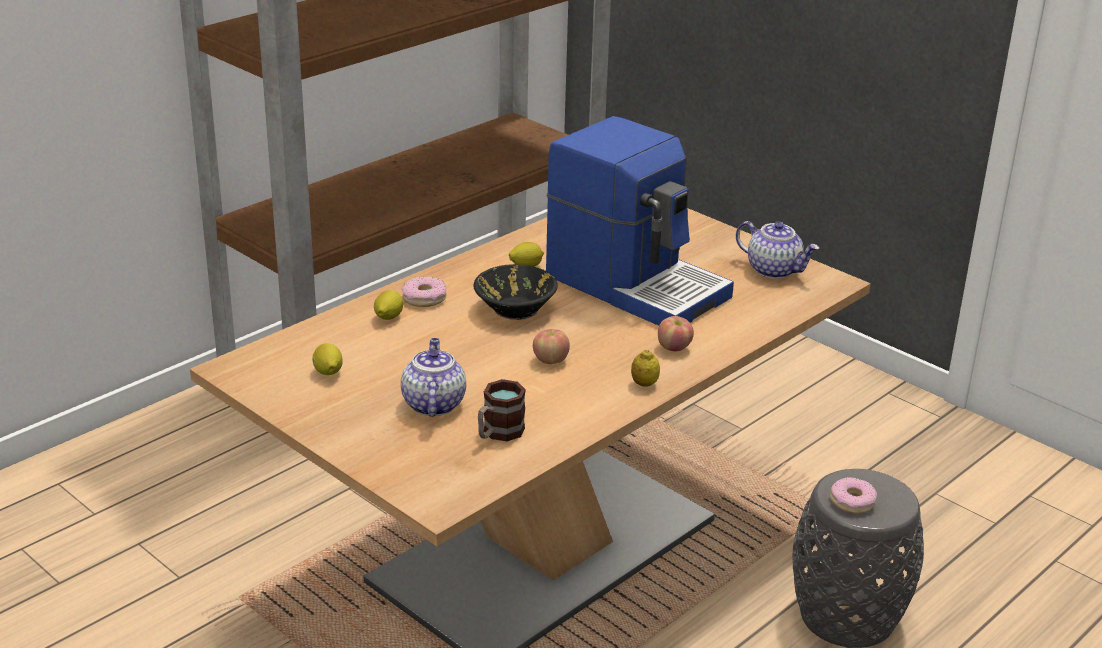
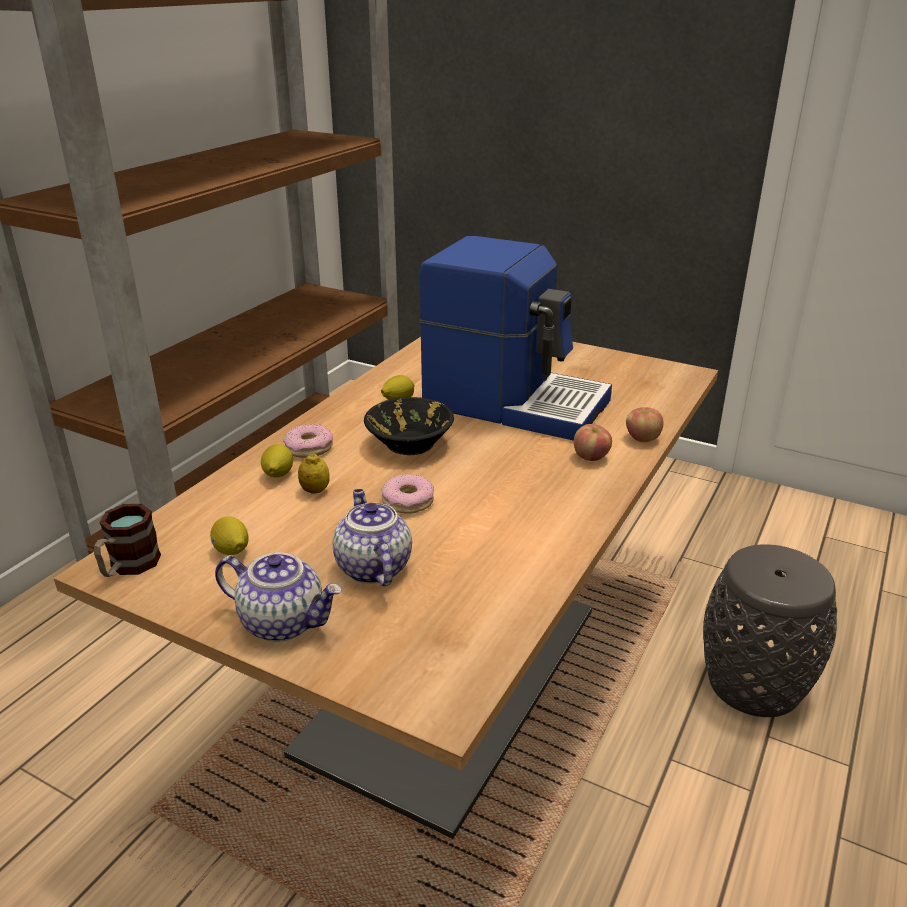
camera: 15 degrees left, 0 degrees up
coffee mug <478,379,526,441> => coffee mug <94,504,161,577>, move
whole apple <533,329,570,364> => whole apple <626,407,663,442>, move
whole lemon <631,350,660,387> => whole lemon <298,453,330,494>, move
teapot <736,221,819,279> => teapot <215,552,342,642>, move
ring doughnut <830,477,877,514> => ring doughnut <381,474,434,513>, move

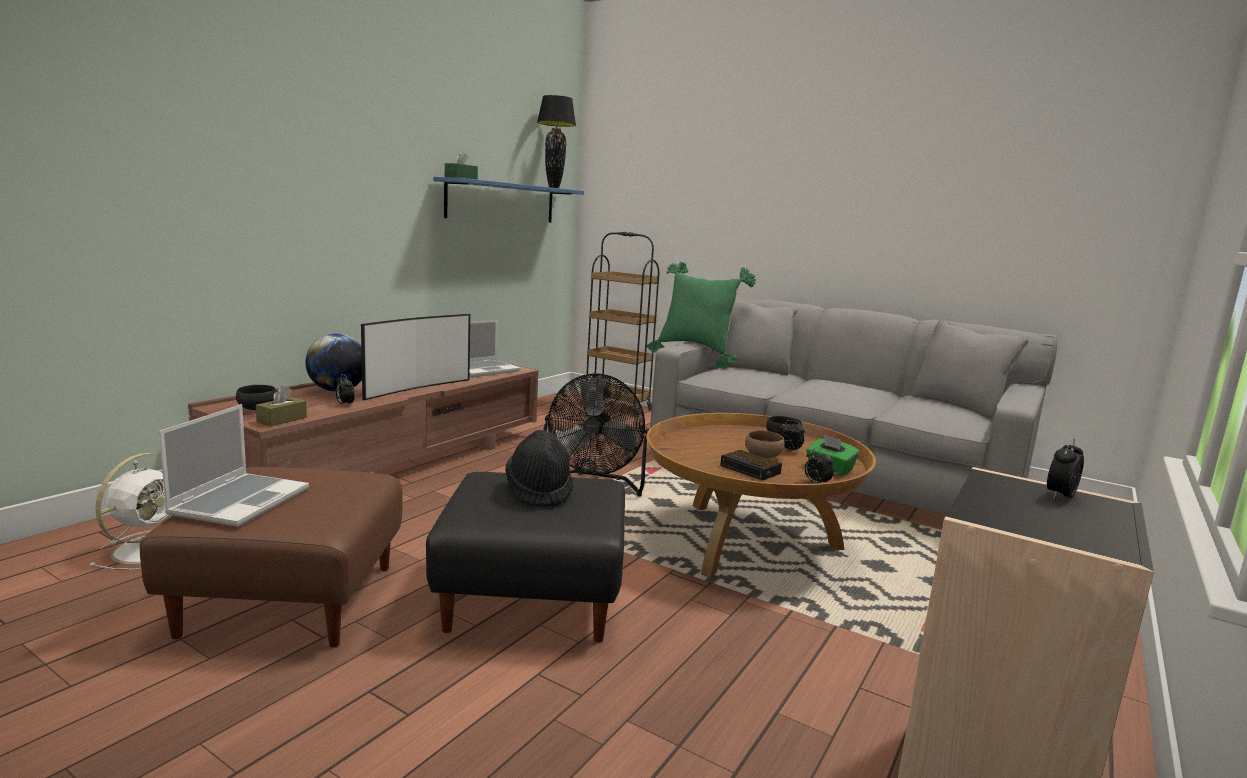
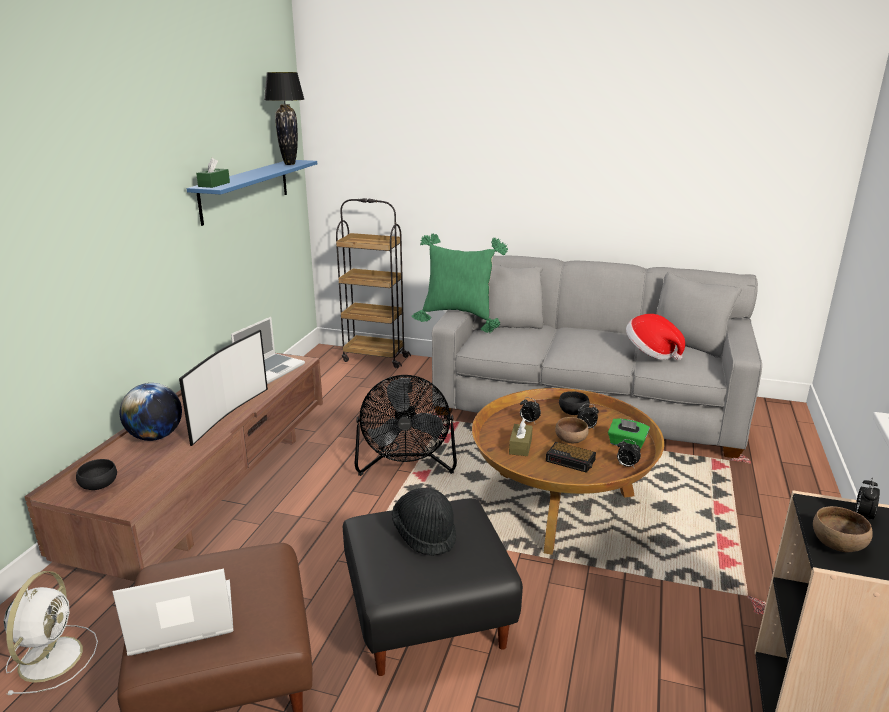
camera: 15 degrees left, 10 degrees up
nothing => clothing hat <626,314,685,360>
nothing => deep dish/brown-coloured <813,506,873,552>
box of tissues/brown-coloured <256,386,307,426> => box of tissues/brown-coloured <509,419,533,456>, move
alarm clock <335,374,355,405> => alarm clock <520,397,541,423>, move
portable computer <159,404,309,527> => portable computer <112,569,233,656>, 105 degrees counterclockwise

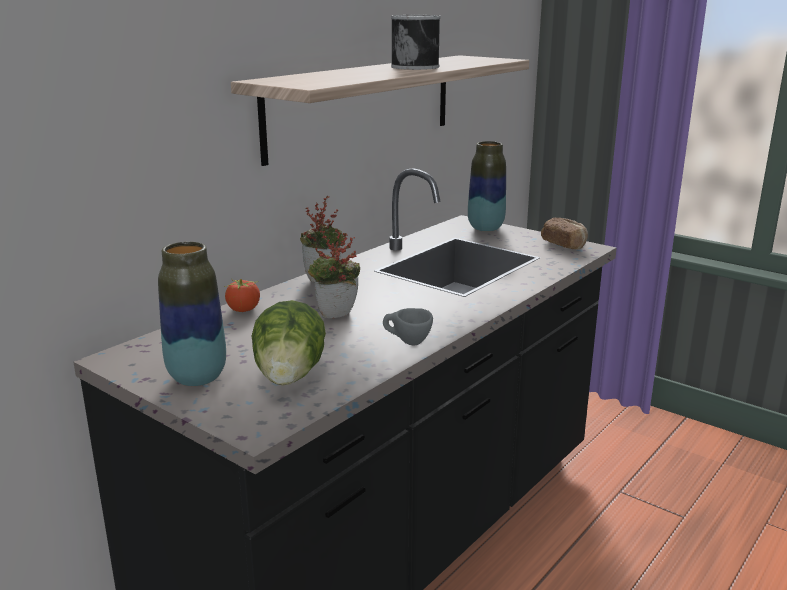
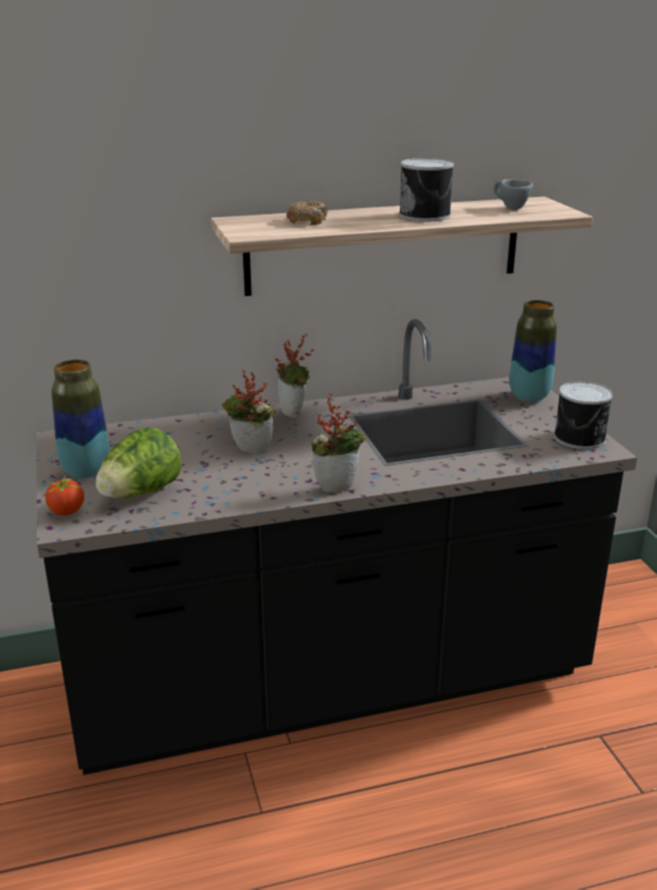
camera: 35 degrees right, 5 degrees up
nothing => ring doughnut <286,201,328,225>
nothing => plant in a pot <311,393,366,493>
tomato <225,279,260,312> => tomato <45,477,84,515>, move
drinking cup/gray <383,308,433,345> => drinking cup/gray <493,179,533,210>, move
baked bread <541,218,588,249> => metal can <554,381,613,449>

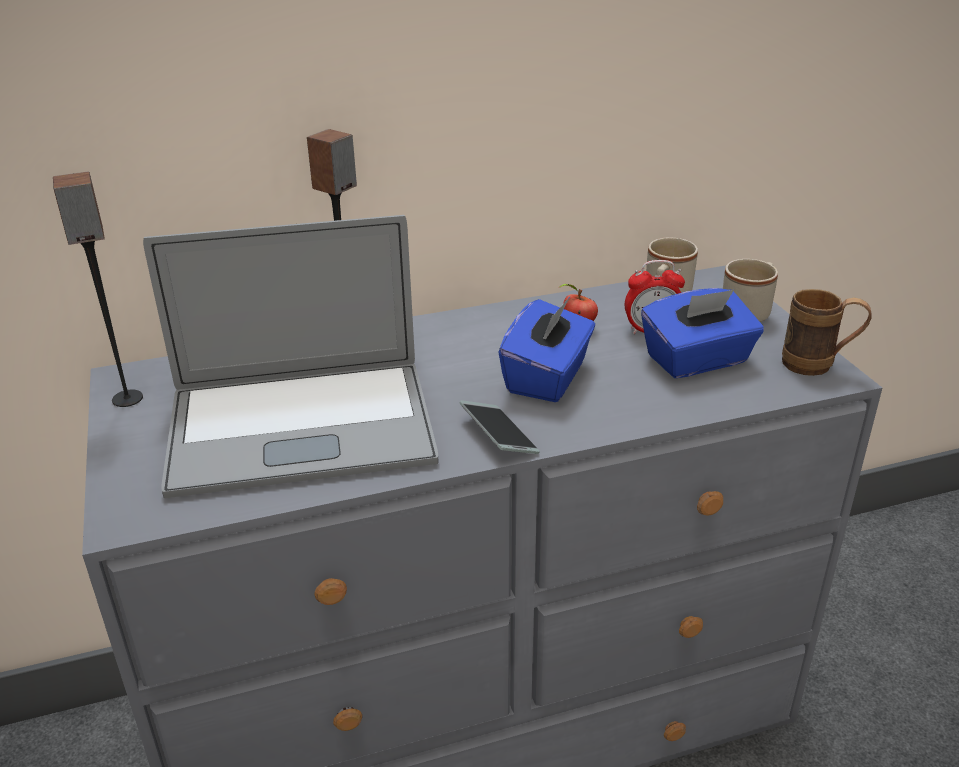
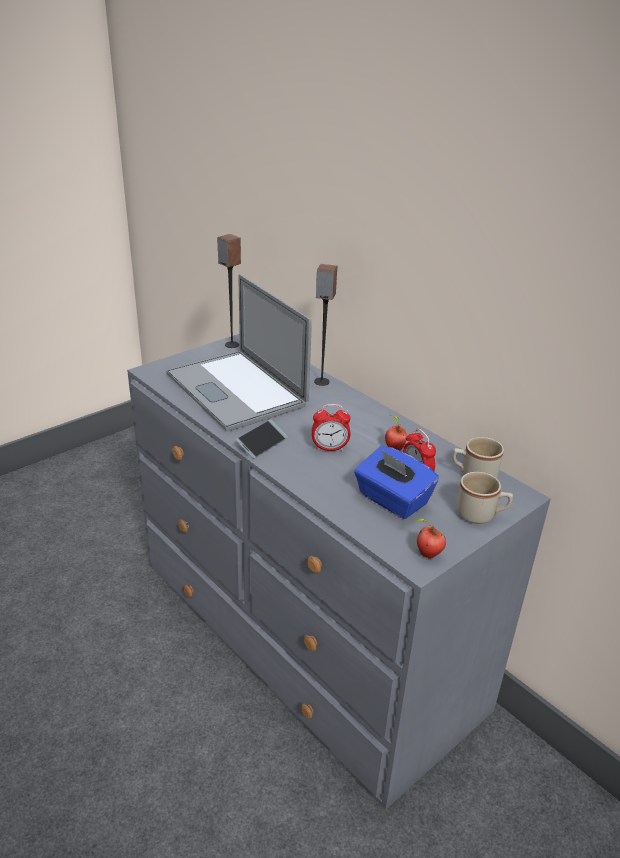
camera: 65 degrees right, 0 degrees up
box of tissues/blue-coloured <499,297,595,402> => alarm clock <312,404,351,451>
coffee mug/brown-coloured <782,289,872,376> => whole apple <415,518,446,559>

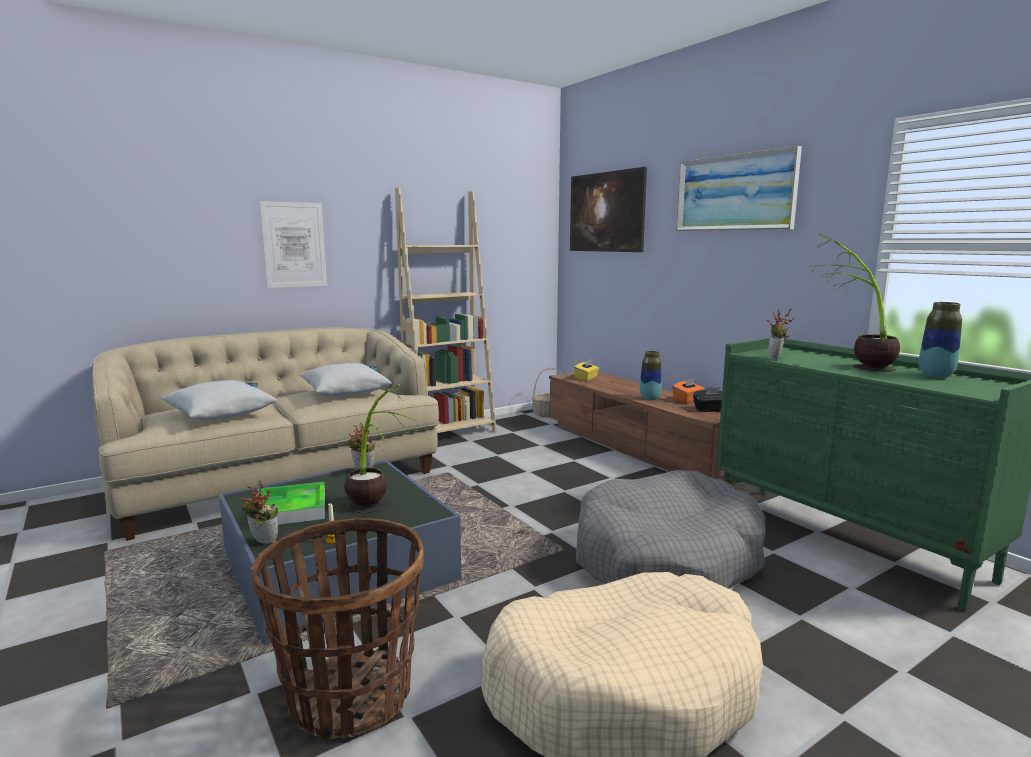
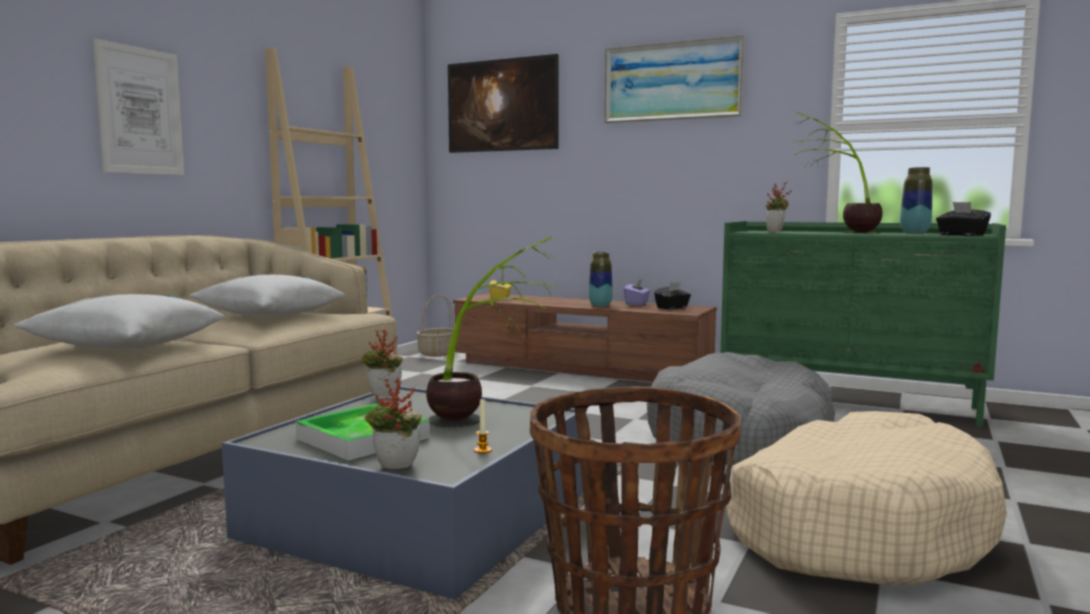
camera: 30 degrees left, 5 degrees down
nothing => box of tissues/black <936,202,991,236>
box of tissues/orangey <672,378,704,403> => box of tissues/purplish <624,279,650,306>

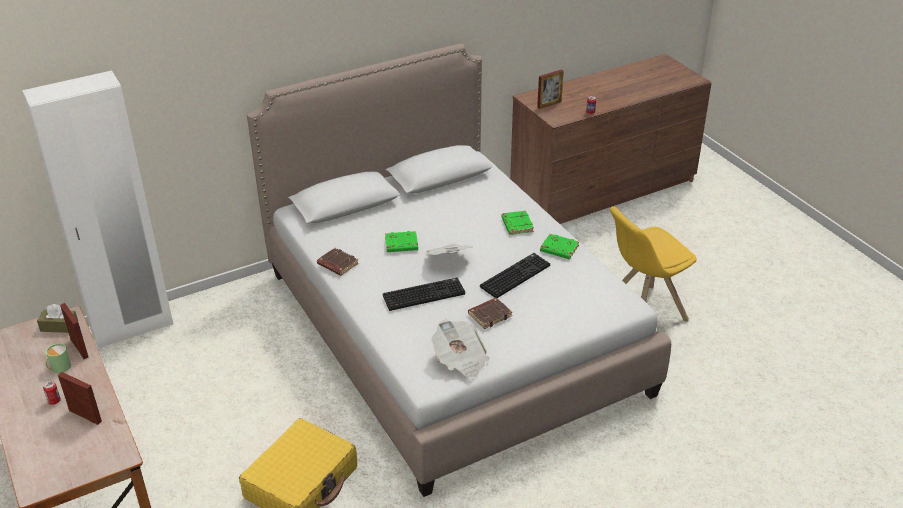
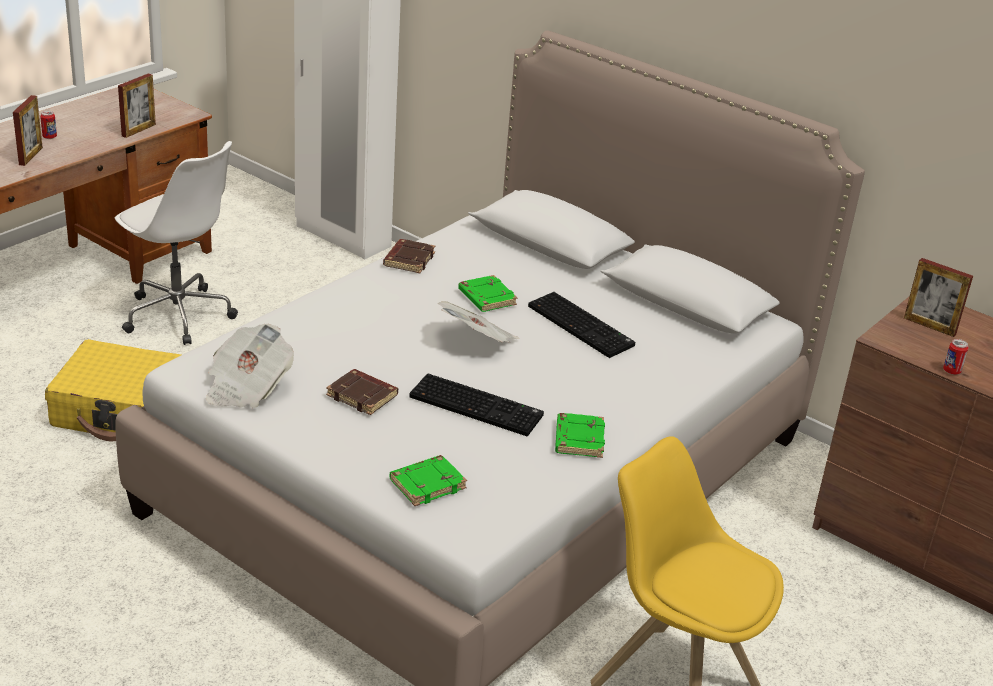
camera: 65 degrees right, 5 degrees down
box of tissues/brown-coloured <37,304,78,333> => nothing
coffee mug/green <46,343,71,373> => nothing
nothing => computer chair/white-coloured <115,141,238,345>
keyboard <383,277,465,311> => keyboard <528,292,635,358>, move
book/green <501,211,534,235> => book/green <390,455,467,506>, move

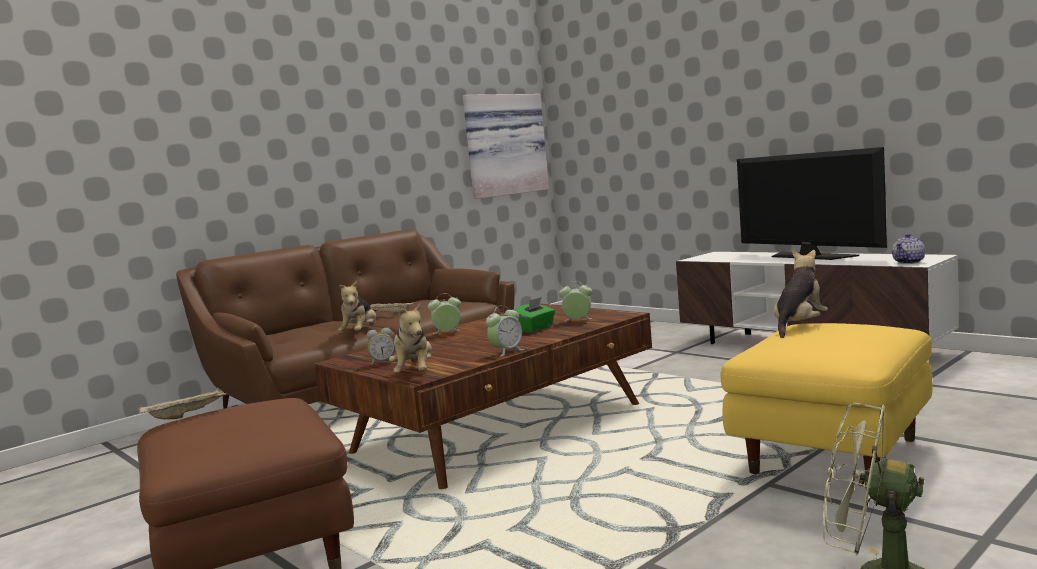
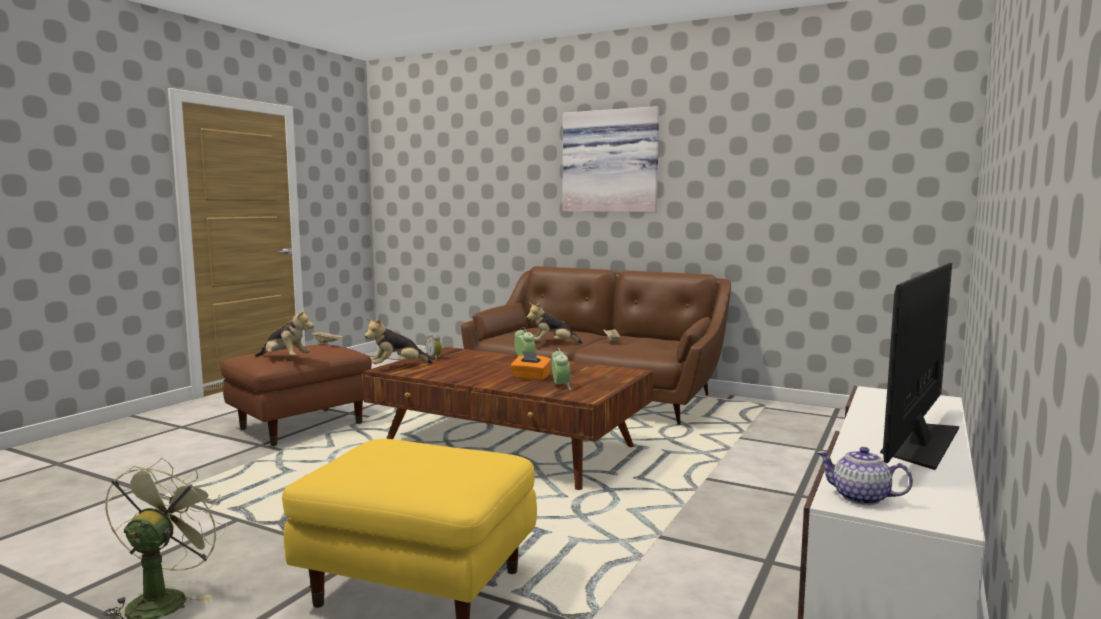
camera: 70 degrees right, 0 degrees up
alarm clock <486,305,525,357> => nothing
picture <463,94,549,199> => picture <563,106,659,212>, move
cuddly toy <774,250,828,338> => cuddly toy <255,309,314,357>, move
box of tissues/green <514,297,555,333> => box of tissues/orangey <511,351,552,381>

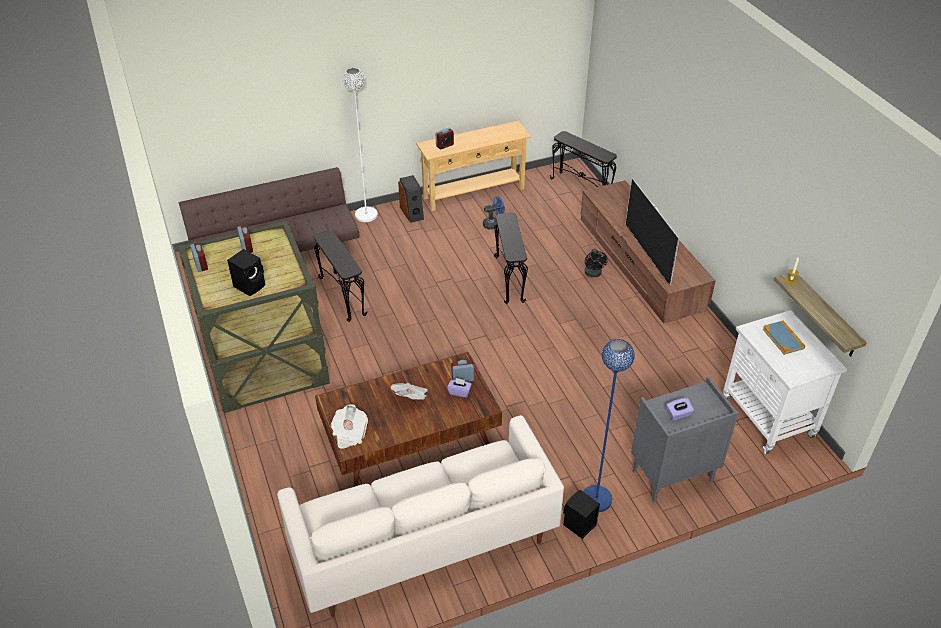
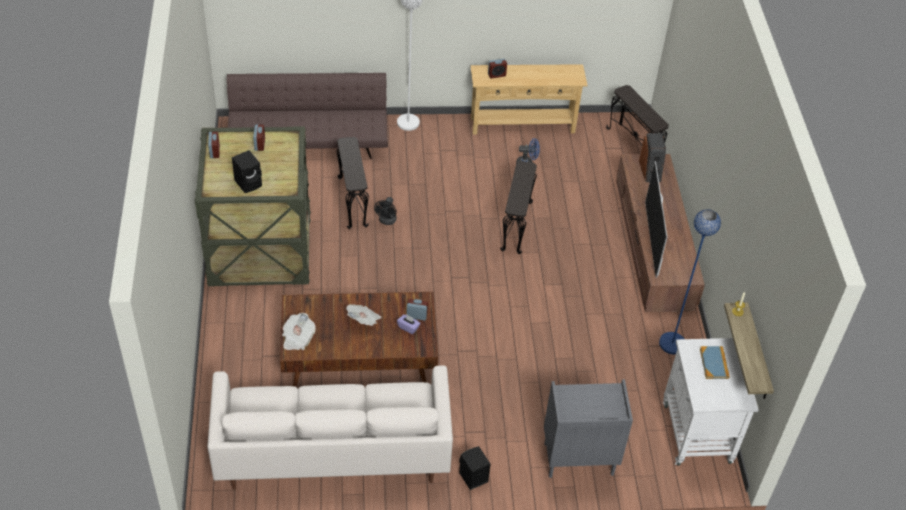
camera: 15 degrees right, 5 degrees up
box of tissues/purplish <666,398,694,421> => nothing
audio speaker <398,175,424,223> => audio speaker <639,133,666,182>, move
standing lamp/blue-coloured <583,339,635,512> => standing lamp/blue-coloured <659,209,721,355>, move
cooling fan/black <585,249,608,277> => cooling fan/black <374,197,397,225>, move

